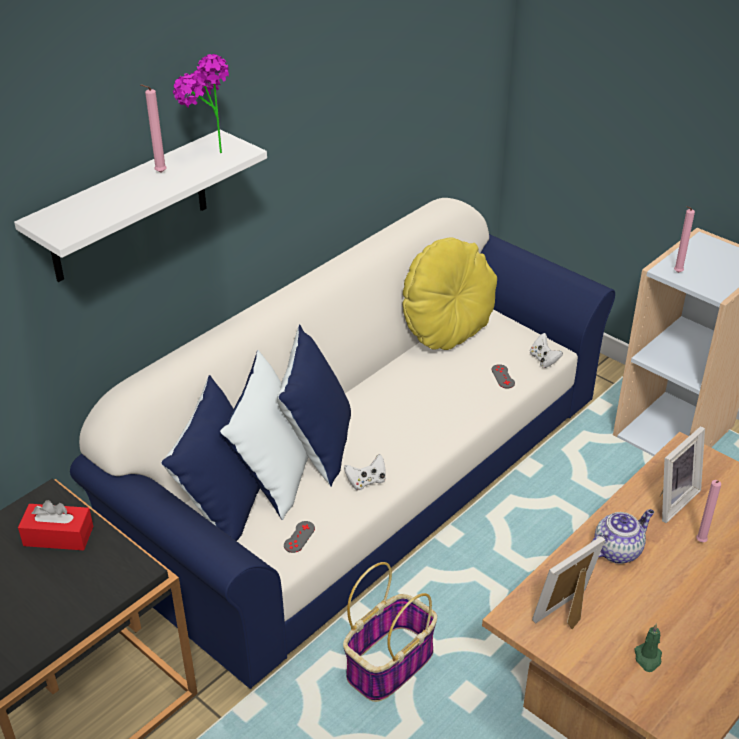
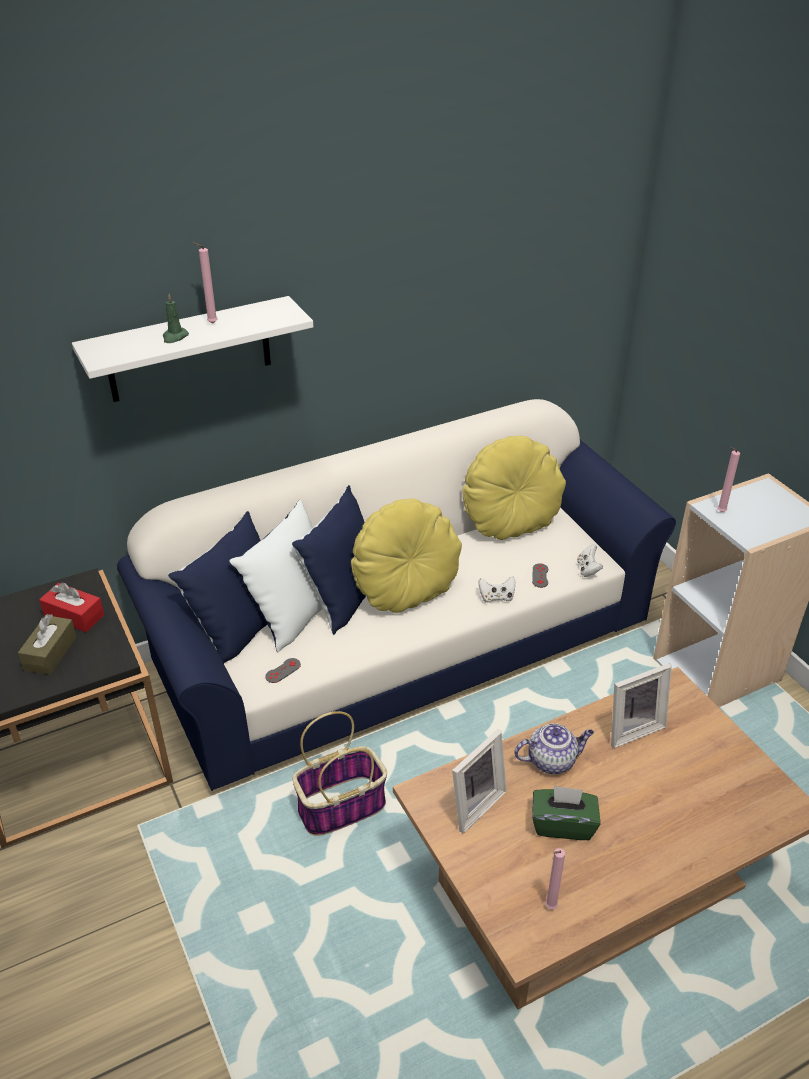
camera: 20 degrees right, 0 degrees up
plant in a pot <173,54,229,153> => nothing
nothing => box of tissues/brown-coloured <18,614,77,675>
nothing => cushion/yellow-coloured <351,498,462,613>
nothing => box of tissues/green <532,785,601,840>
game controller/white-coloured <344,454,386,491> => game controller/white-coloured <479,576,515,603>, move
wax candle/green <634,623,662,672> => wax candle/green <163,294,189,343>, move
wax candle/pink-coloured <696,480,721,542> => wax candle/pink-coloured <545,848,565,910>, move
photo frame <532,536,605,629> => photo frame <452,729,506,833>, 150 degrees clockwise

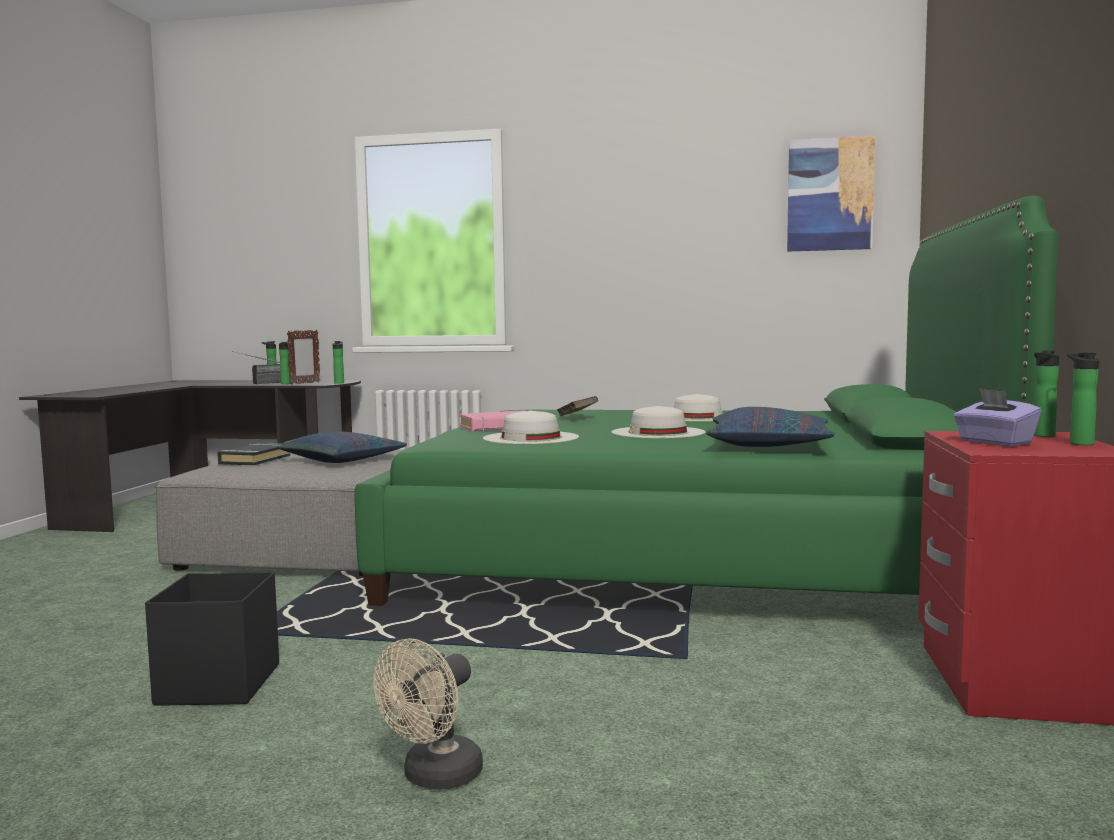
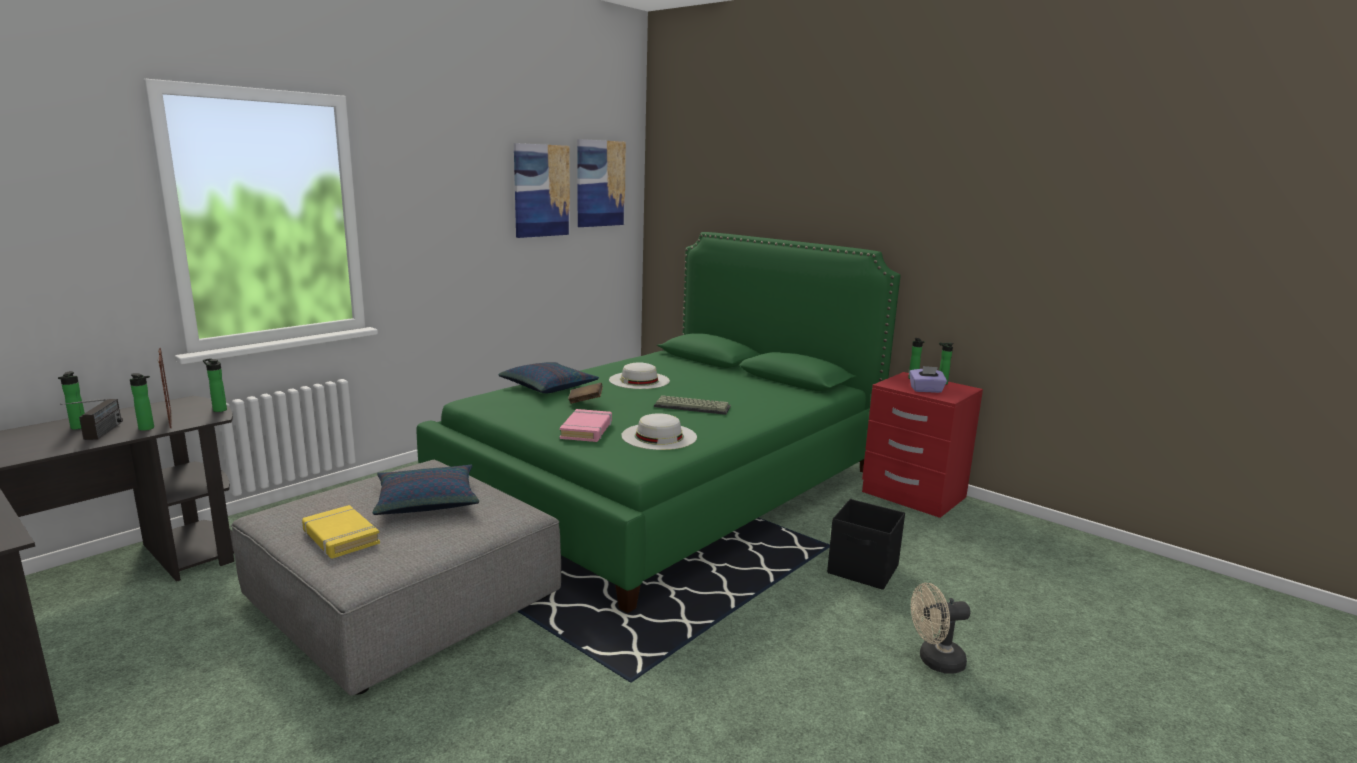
camera: 60 degrees left, 10 degrees up
nothing => picture <514,143,570,238>
storage box/black <145,572,279,706> => storage box/black <827,499,905,590>, move
cushion/blue-coloured <706,407,835,447> => cushion/blue-coloured <498,362,599,393>, move
clothing hat/white-coloured <611,406,706,438> => keyboard <654,395,731,415>
book/black <217,443,291,465> => book/yellow-coloured <302,505,380,558>
cooling fan/sand-coloured <373,638,483,790> => cooling fan/sand-coloured <911,583,970,673>, 105 degrees clockwise

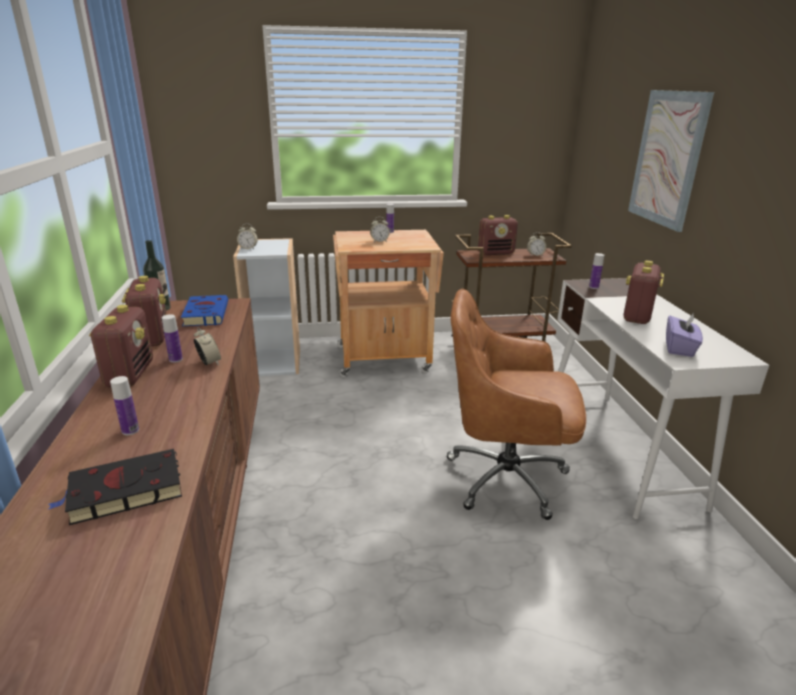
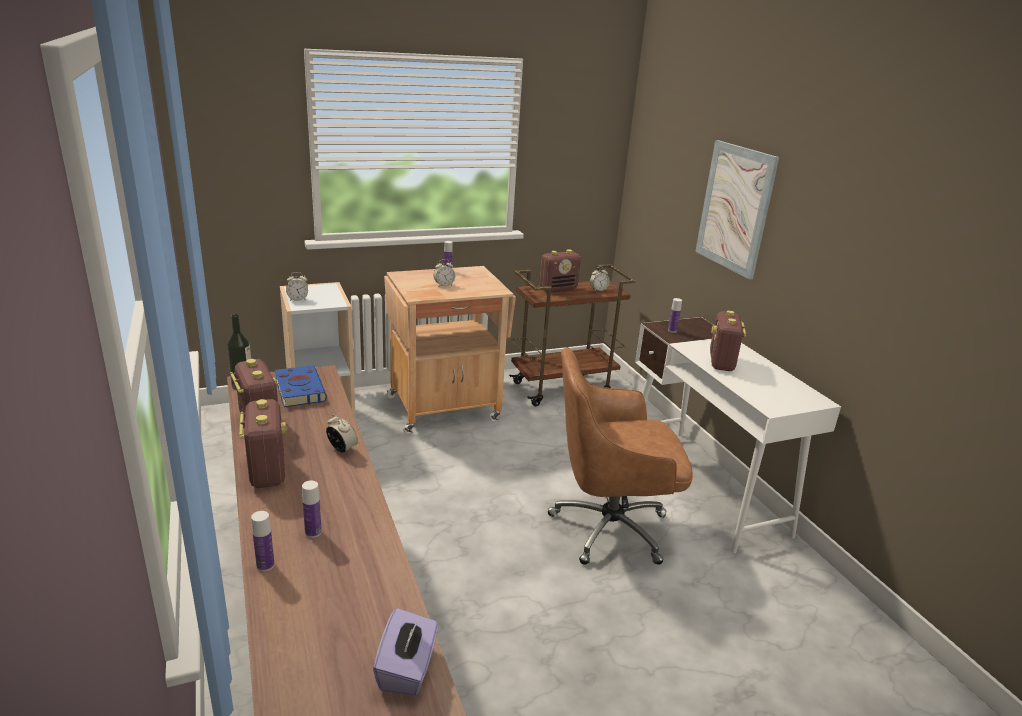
camera: 15 degrees left, 0 degrees up
book/black <47,449,182,525> => nothing
beverage bottle <162,314,183,363> => beverage bottle <251,511,275,571>, move
box of tissues/purplish <666,314,703,357> => box of tissues/purplish <373,608,438,696>, move

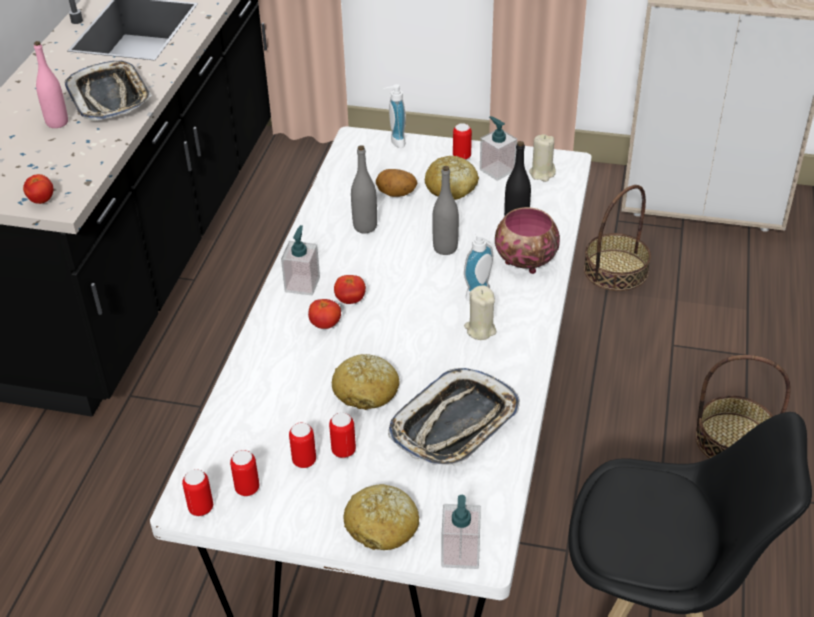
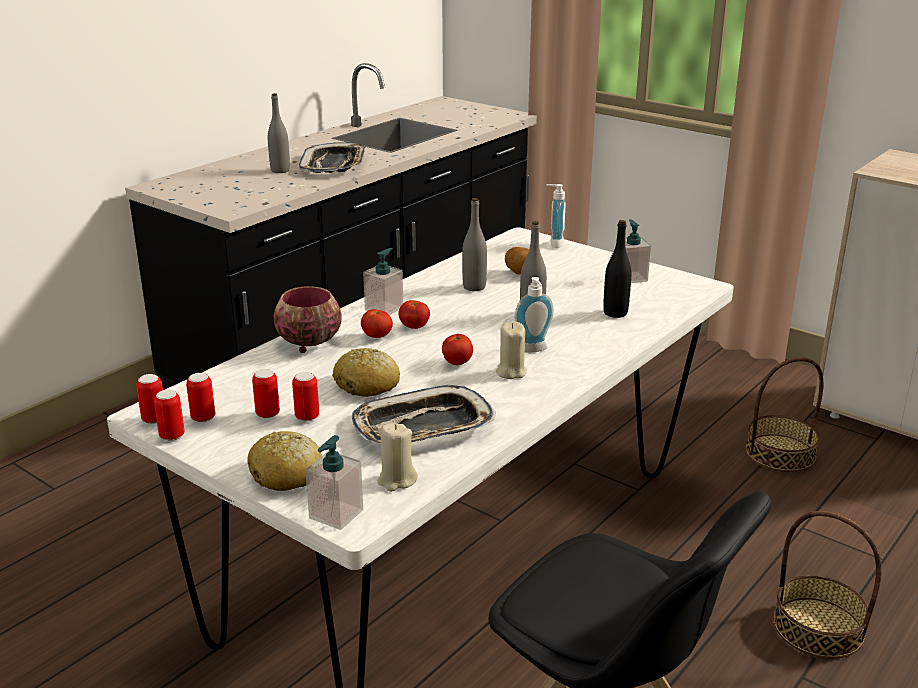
camera: 25 degrees right, 15 degrees down
baked bread <425,156,479,200> => nothing
tomato <23,174,54,204> => tomato <442,334,473,365>, move
metal can <453,123,472,160> => metal can <154,390,184,441>, move
deep dish <495,207,560,274> => deep dish <274,286,342,353>, move
wax candle/sand-coloured <529,134,556,182> => wax candle/sand-coloured <377,423,418,492>, move
beverage bottle/pink-coloured <34,41,68,128> => beverage bottle/gray <268,93,290,173>

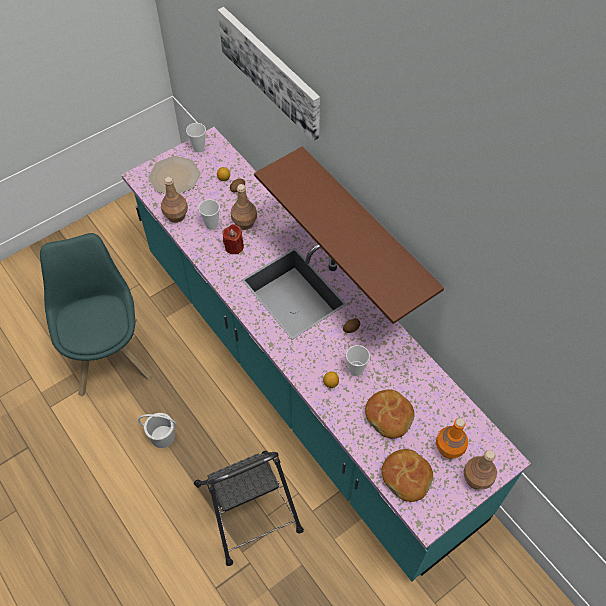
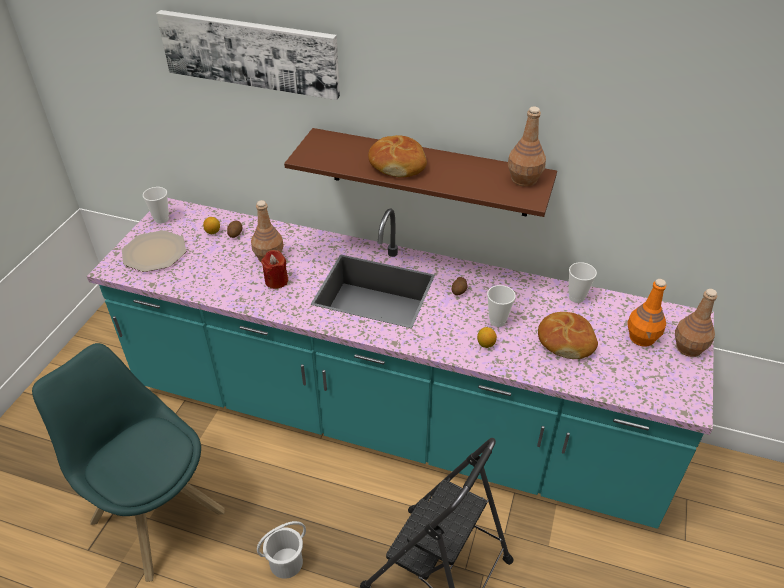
camera: 35 degrees left, 15 degrees down
beverage bottle/brown-coloured <161,177,188,223> => beverage bottle/brown-coloured <508,107,546,187>, move
drinking cup <199,200,220,230> => drinking cup <568,262,597,303>, move
baked bread <382,449,433,502> => baked bread <368,135,427,177>, move

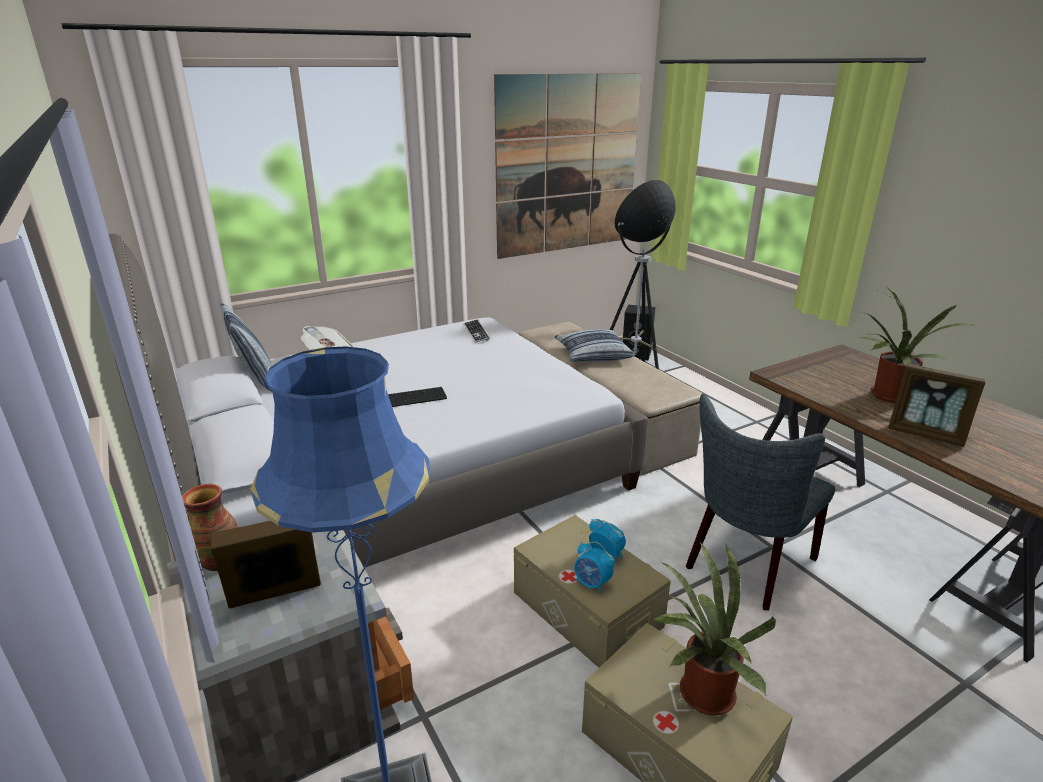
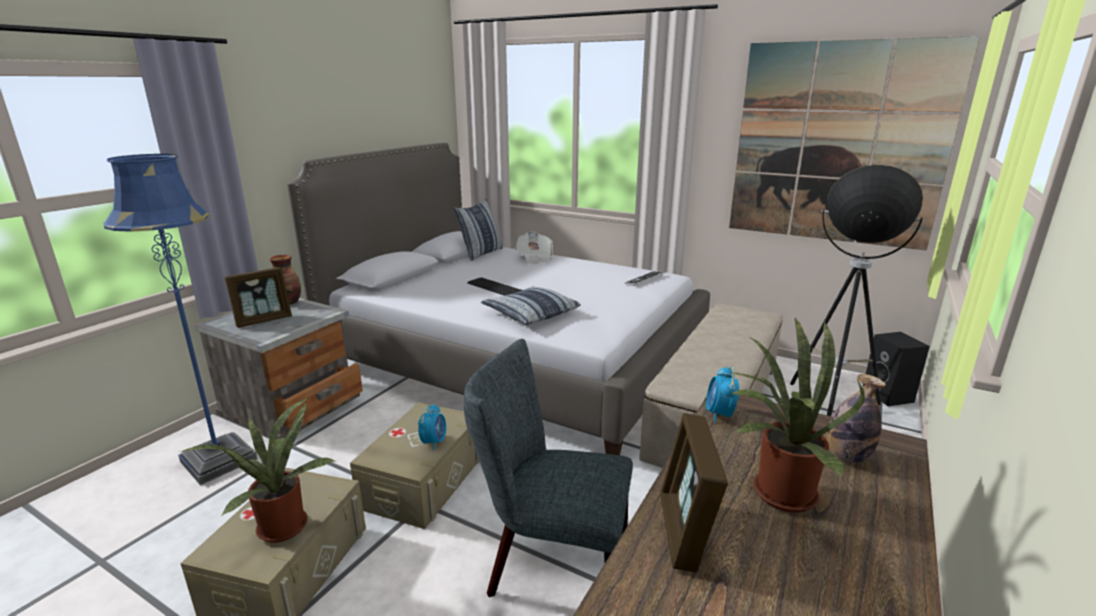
camera: 60 degrees right, 5 degrees down
nothing => beverage bottle <826,374,886,463>
cushion <554,329,635,362> => cushion <481,286,581,325>, move
alarm clock <574,541,615,594> => alarm clock <706,366,739,422>, move
photo frame <210,521,321,609> => photo frame <224,267,292,328>, 105 degrees clockwise

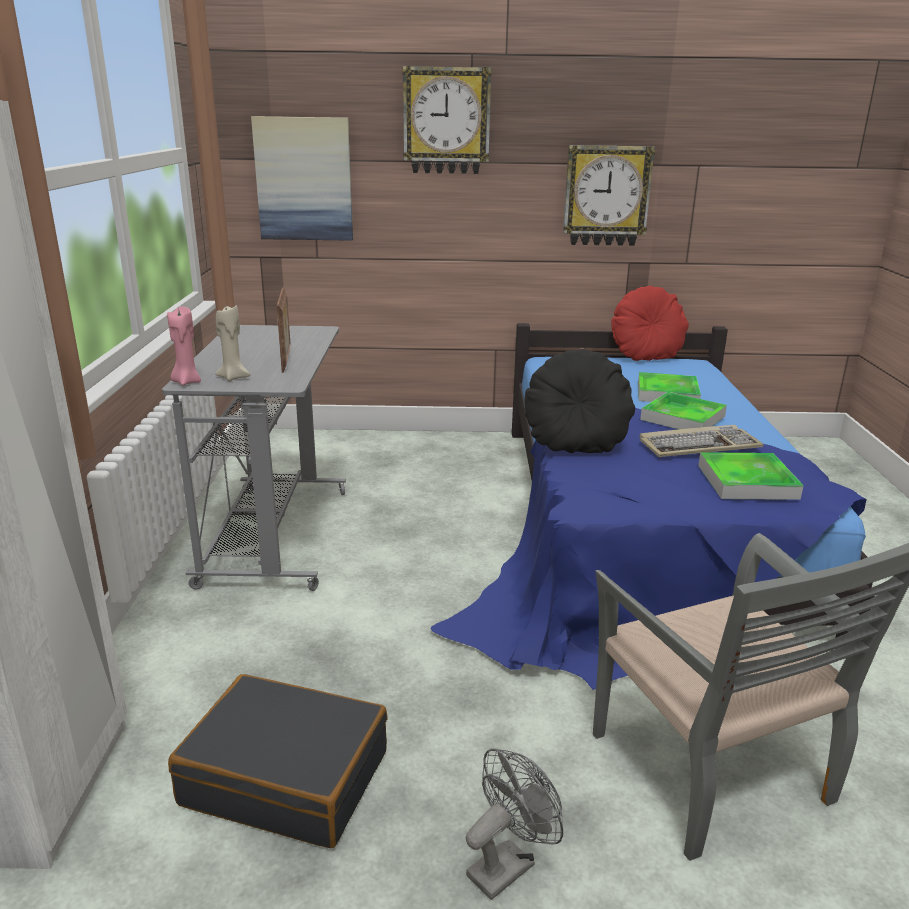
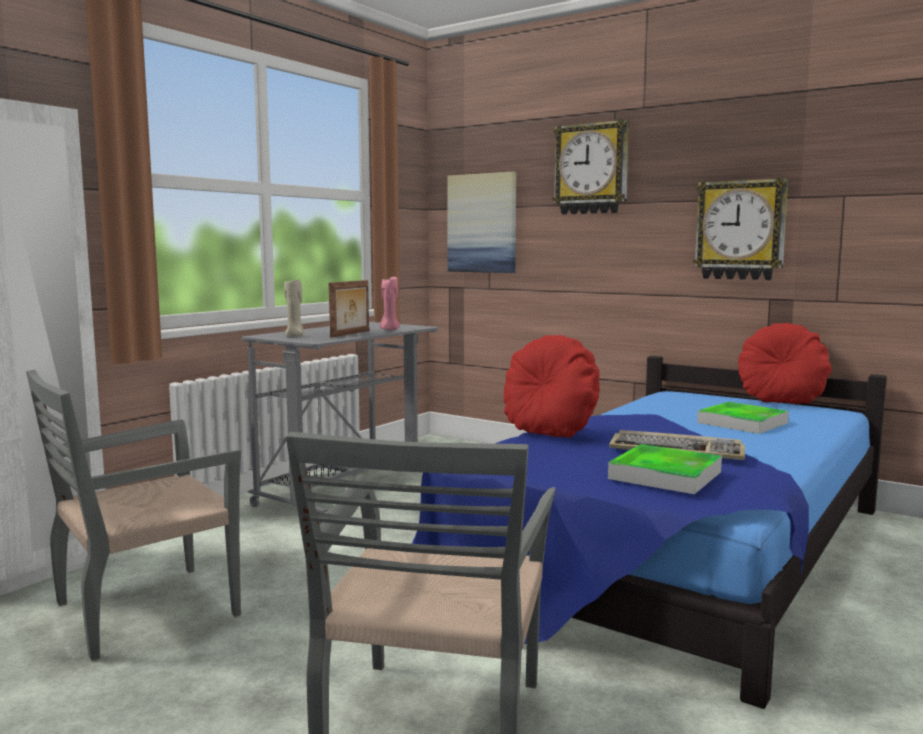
camera: 35 degrees right, 15 degrees down
cooling fan/gray <466,748,563,900> => nothing
carrying tray <640,392,727,429> => nothing
wax candle/pink-coloured <167,307,201,385> => wax candle/pink-coloured <380,276,400,330>, move
travel case/black <168,674,387,848> => easy chair/gray <27,370,241,661>
cushion/black <525,349,635,453> => cushion/red <504,335,600,438>

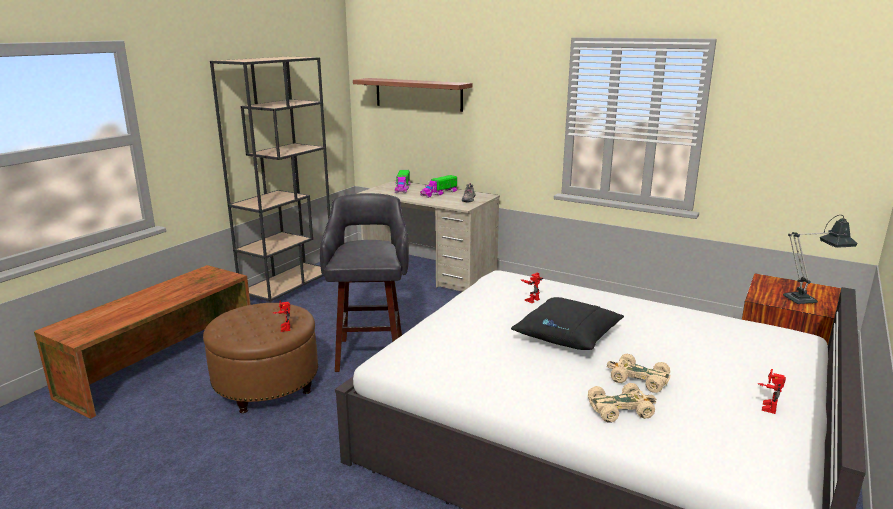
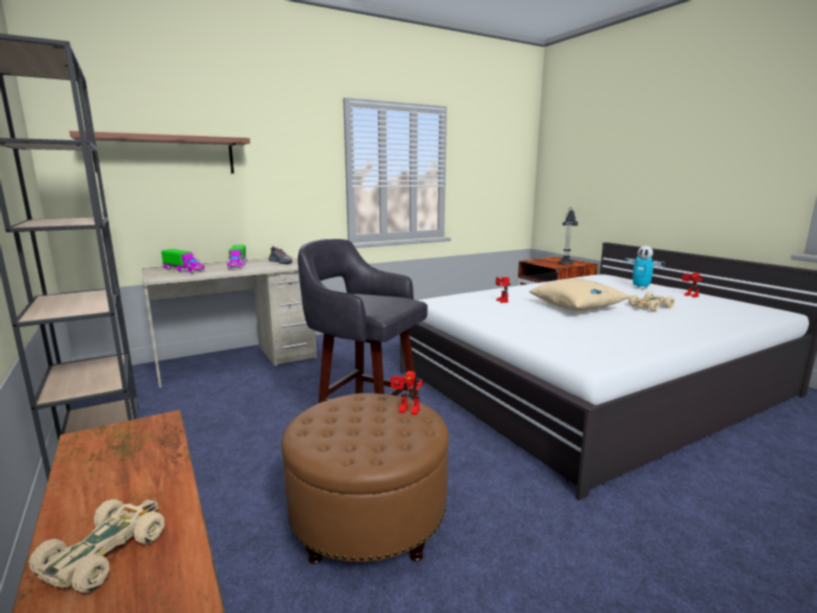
camera: 60 degrees left, 5 degrees down
nothing => toy robot <625,246,665,289>
toy car/sand-coloured <588,383,657,422> => toy car/sand-coloured <28,499,164,593>, move
cushion/black <511,297,624,350> => cushion/sand-coloured <529,279,631,311>

